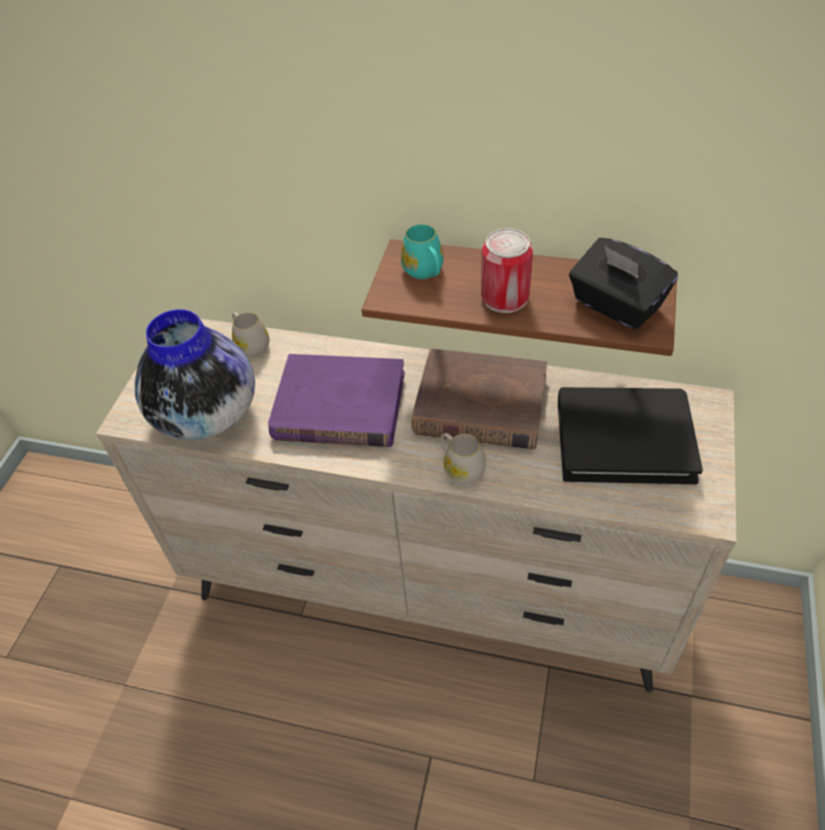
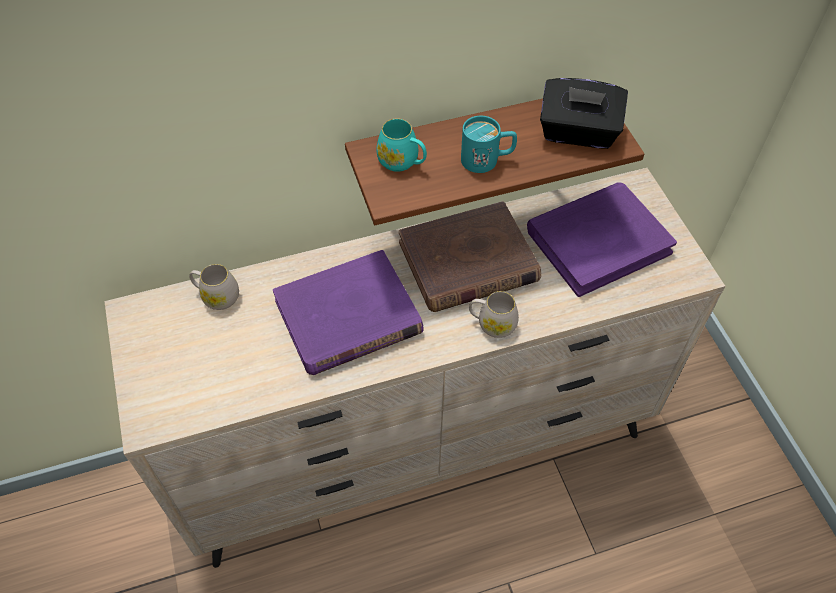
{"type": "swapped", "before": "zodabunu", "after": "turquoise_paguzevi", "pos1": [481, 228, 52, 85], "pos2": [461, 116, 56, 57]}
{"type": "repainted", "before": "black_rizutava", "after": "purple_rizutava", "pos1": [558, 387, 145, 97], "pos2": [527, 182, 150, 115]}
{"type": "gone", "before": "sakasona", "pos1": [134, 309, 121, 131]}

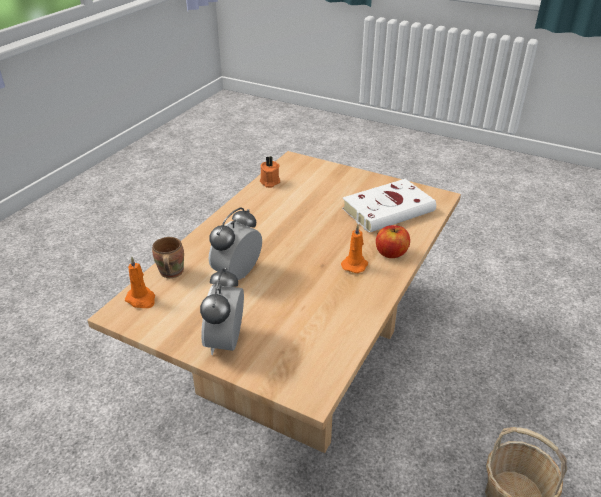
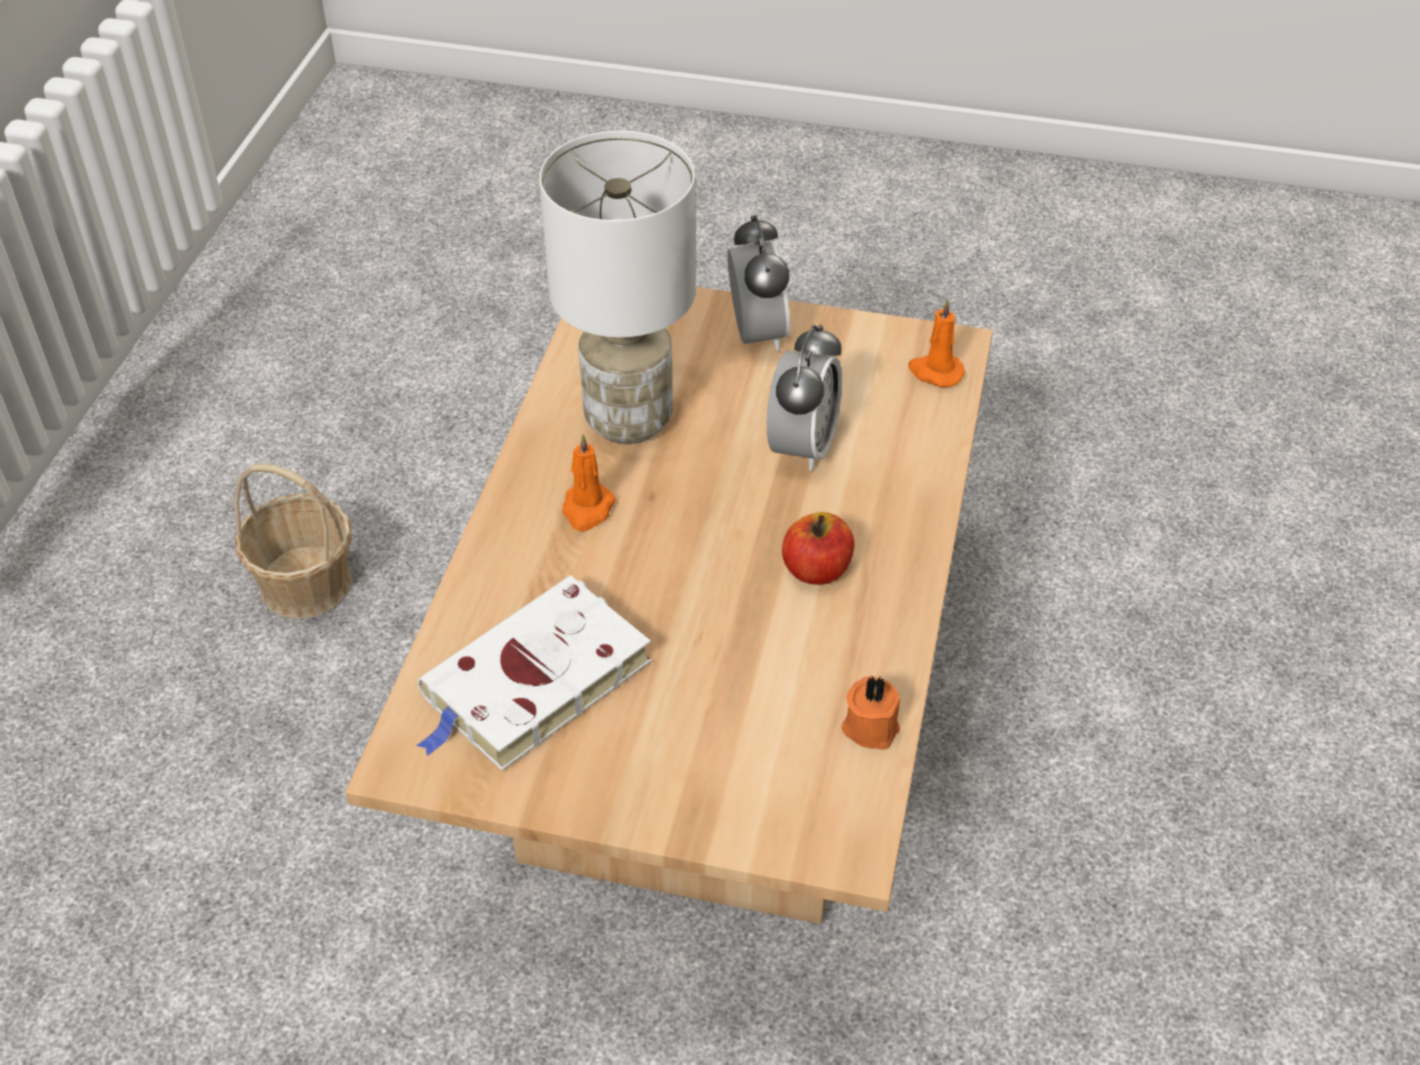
{"type": "new", "after": "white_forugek", "pos2": [539, 131, 157, 313]}
{"type": "shifted", "before": "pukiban", "pos1": [376, 225, 34, 33], "pos2": [782, 512, 72, 73]}
{"type": "gone", "before": "brown_paguzevi", "pos1": [152, 237, 32, 41]}

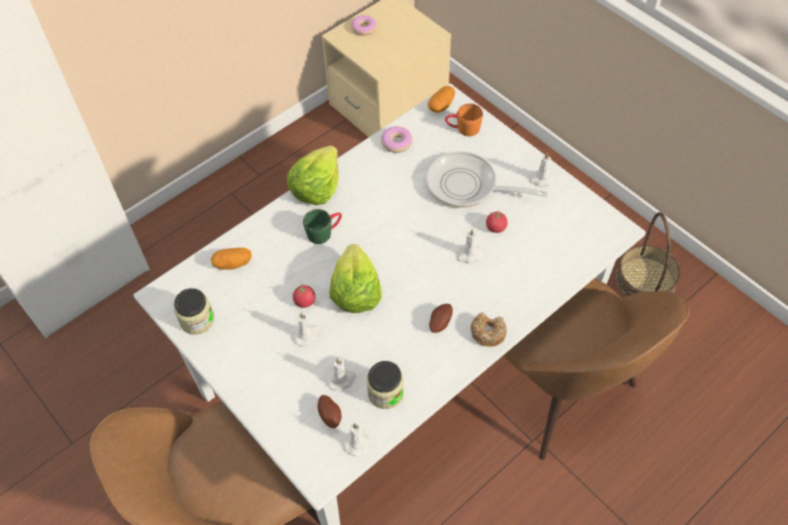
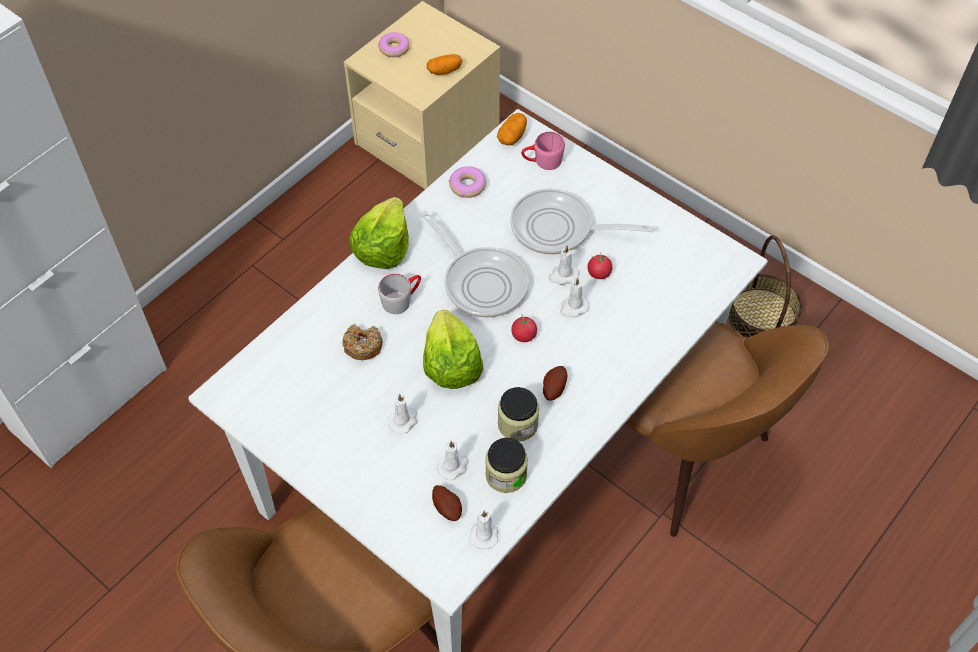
{"type": "shifted", "before": "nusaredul", "pos1": [471, 312, 36, 35], "pos2": [342, 323, 41, 38]}
{"type": "repainted", "before": "green_paguzevi", "after": "grey_paguzevi", "pos1": [303, 209, 39, 35], "pos2": [378, 273, 43, 41]}
{"type": "new", "after": "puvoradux", "pos2": [420, 211, 109, 106]}
{"type": "shifted", "before": "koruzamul", "pos1": [211, 248, 41, 22], "pos2": [427, 54, 36, 21]}
{"type": "shifted", "before": "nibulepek", "pos1": [174, 288, 40, 47], "pos2": [498, 387, 41, 54]}
{"type": "shifted", "before": "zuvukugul", "pos1": [293, 285, 22, 23], "pos2": [511, 315, 26, 27]}
{"type": "repainted", "before": "orange_paguzevi", "after": "pink_paguzevi", "pos1": [445, 103, 38, 33], "pos2": [521, 132, 44, 38]}
{"type": "shifted", "before": "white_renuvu", "pos1": [529, 152, 26, 35], "pos2": [548, 245, 31, 40]}

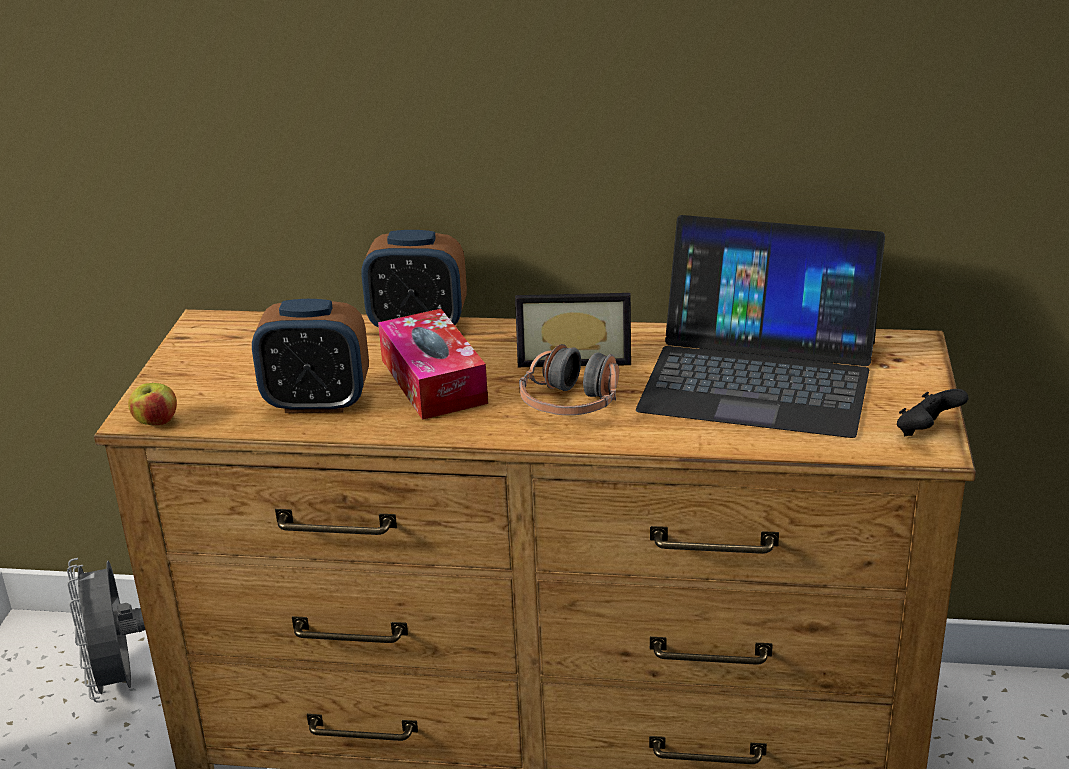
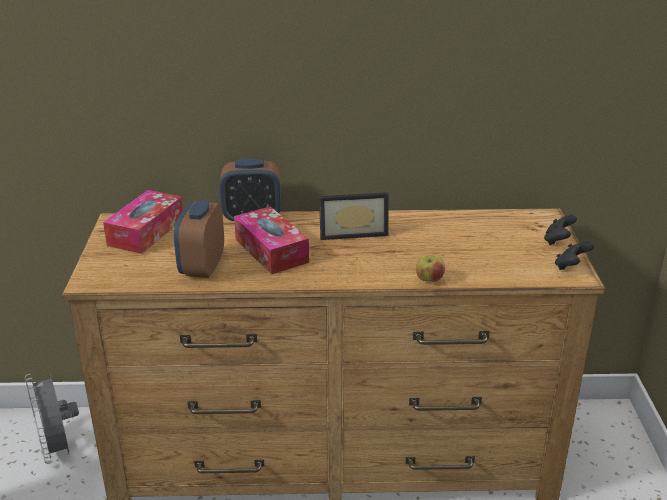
{"type": "new", "after": "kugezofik", "pos2": [103, 190, 80, 64]}
{"type": "rotated", "before": "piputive", "pos1": [252, 299, 117, 114], "pos2": [174, 200, 50, 78], "turn": 105}
{"type": "shifted", "before": "pukiban", "pos1": [128, 383, 49, 42], "pos2": [416, 255, 29, 27]}
{"type": "new", "after": "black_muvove", "pos2": [544, 215, 33, 30]}
{"type": "gone", "before": "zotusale", "pos1": [519, 344, 100, 71]}
{"type": "gone", "before": "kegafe", "pos1": [636, 215, 249, 223]}

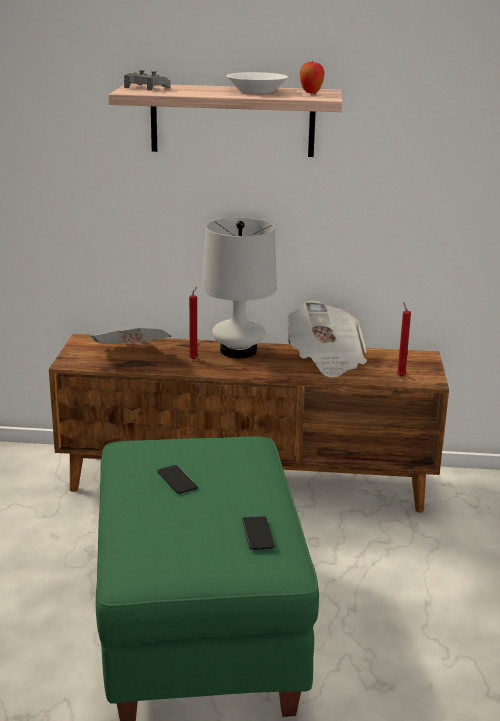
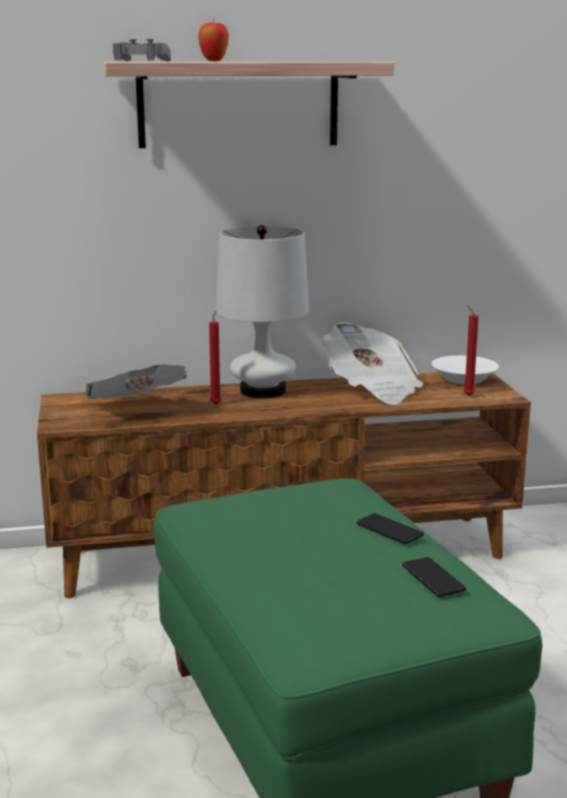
{"type": "shifted", "before": "pukiban", "pos1": [300, 62, 25, 31], "pos2": [198, 19, 31, 42]}
{"type": "shifted", "before": "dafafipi", "pos1": [157, 465, 41, 29], "pos2": [357, 513, 67, 31]}
{"type": "shifted", "before": "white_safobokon", "pos1": [226, 72, 62, 21], "pos2": [432, 355, 67, 29]}

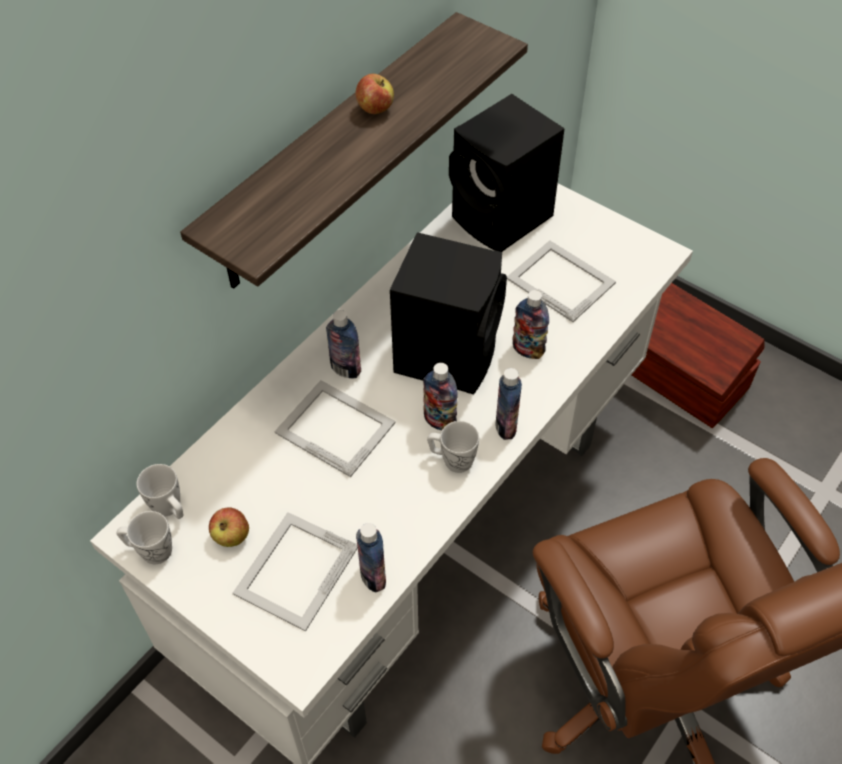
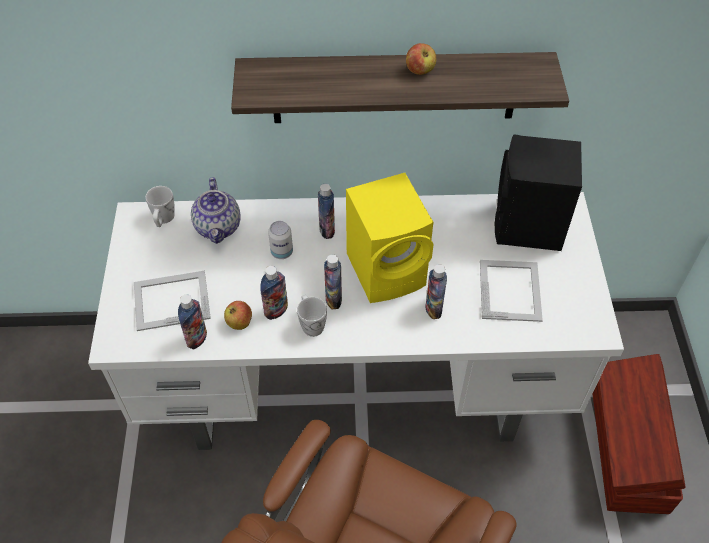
{"type": "new", "after": "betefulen", "pos2": [191, 177, 50, 67]}
{"type": "shifted", "before": "pukiban", "pos1": [209, 507, 40, 40], "pos2": [224, 301, 28, 29]}
{"type": "shifted", "before": "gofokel", "pos1": [495, 368, 27, 72], "pos2": [260, 266, 28, 54]}
{"type": "swapped", "before": "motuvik", "after": "zodabunu", "pos1": [274, 380, 122, 97], "pos2": [268, 221, 25, 38]}
{"type": "repainted", "before": "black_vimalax", "after": "yellow_vimalax", "pos1": [390, 232, 117, 163], "pos2": [346, 173, 88, 130]}
{"type": "gone", "before": "white_paguzevi", "pos1": [117, 511, 55, 53]}

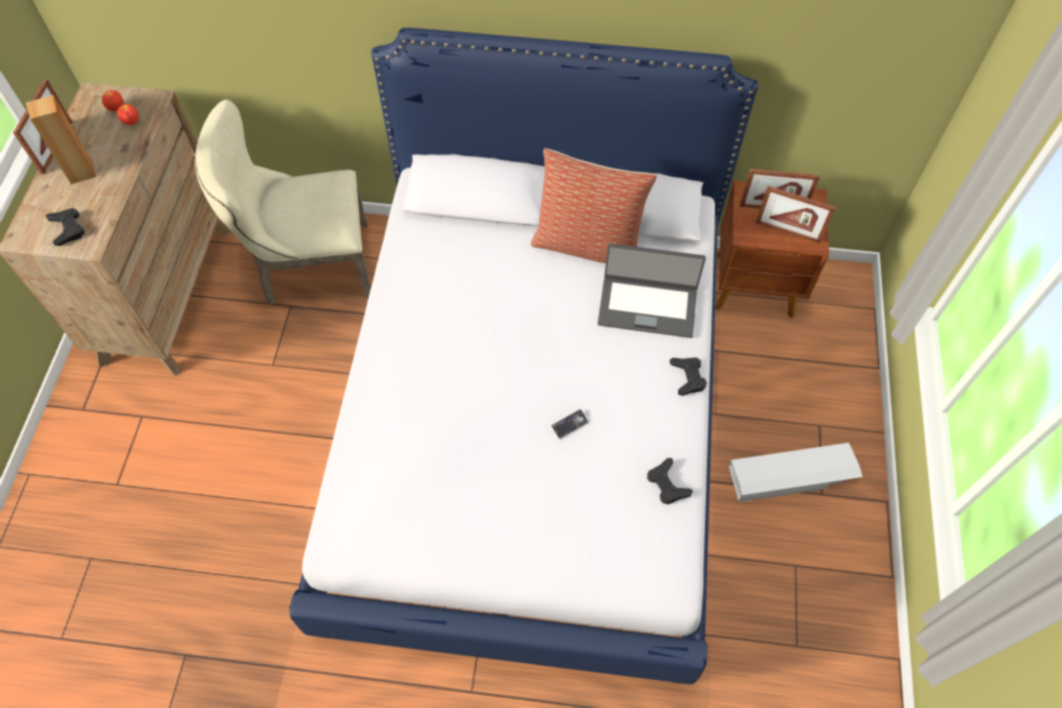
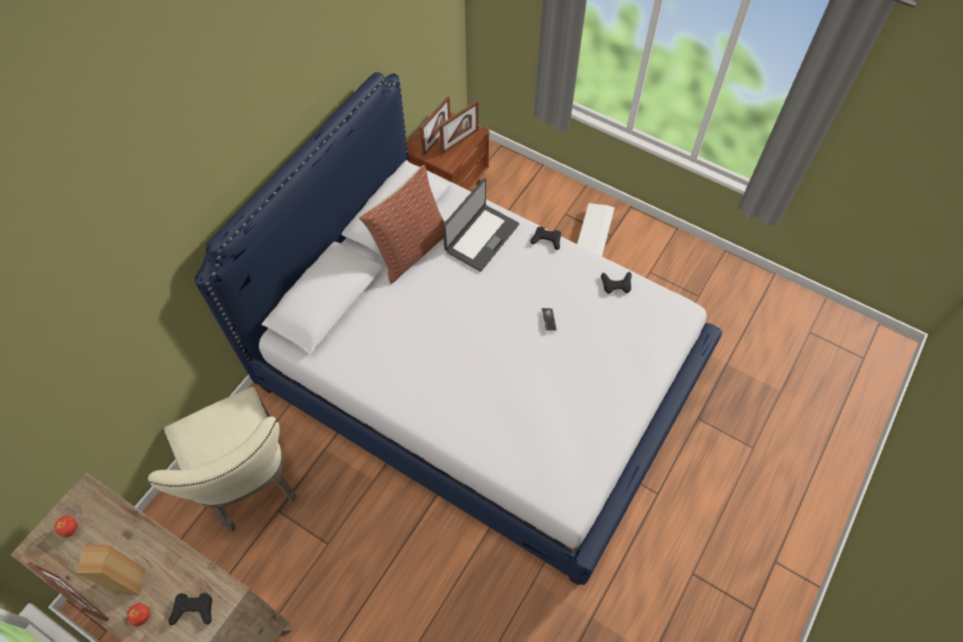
{"type": "shifted", "before": "pukiban", "pos1": [117, 104, 22, 22], "pos2": [127, 603, 23, 23]}
{"type": "rotated", "before": "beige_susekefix", "pos1": [194, 100, 177, 205], "pos2": [148, 387, 149, 145], "turn": -45}

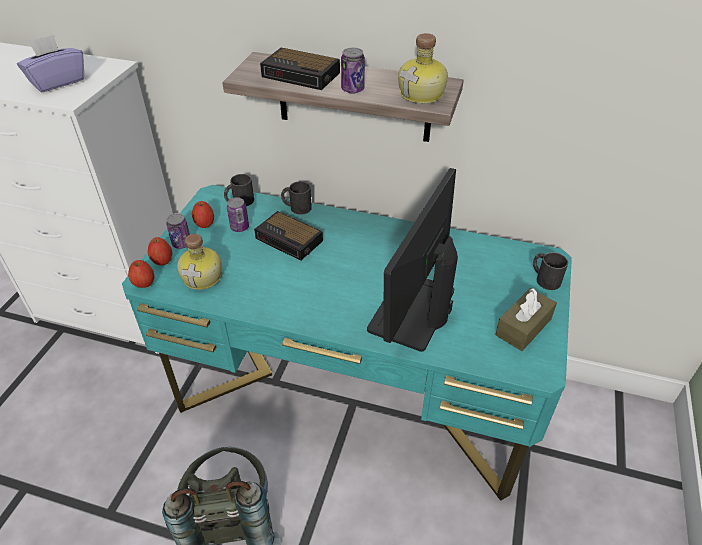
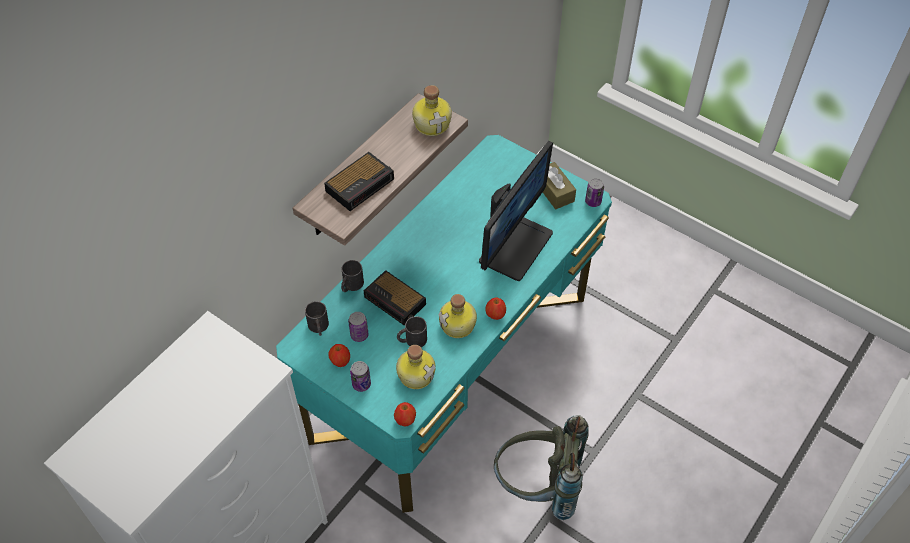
{"type": "rotated", "before": "piputive", "pos1": [254, 211, 69, 50], "pos2": [364, 270, 62, 56], "turn": 75}
{"type": "shifted", "before": "black_paguzevi", "pos1": [533, 252, 35, 38], "pos2": [397, 316, 30, 31]}
{"type": "new", "after": "gofokel", "pos2": [438, 294, 39, 44]}
{"type": "rotated", "before": "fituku", "pos1": [367, 168, 91, 184], "pos2": [479, 141, 74, 140], "turn": -105}
{"type": "shifted", "before": "pukiban", "pos1": [148, 237, 24, 28], "pos2": [486, 297, 20, 23]}
{"type": "shifted", "before": "zodabunu", "pos1": [341, 48, 24, 45], "pos2": [585, 178, 19, 29]}
{"type": "gone", "before": "purple_kugezofik", "pos1": [17, 35, 67, 58]}

